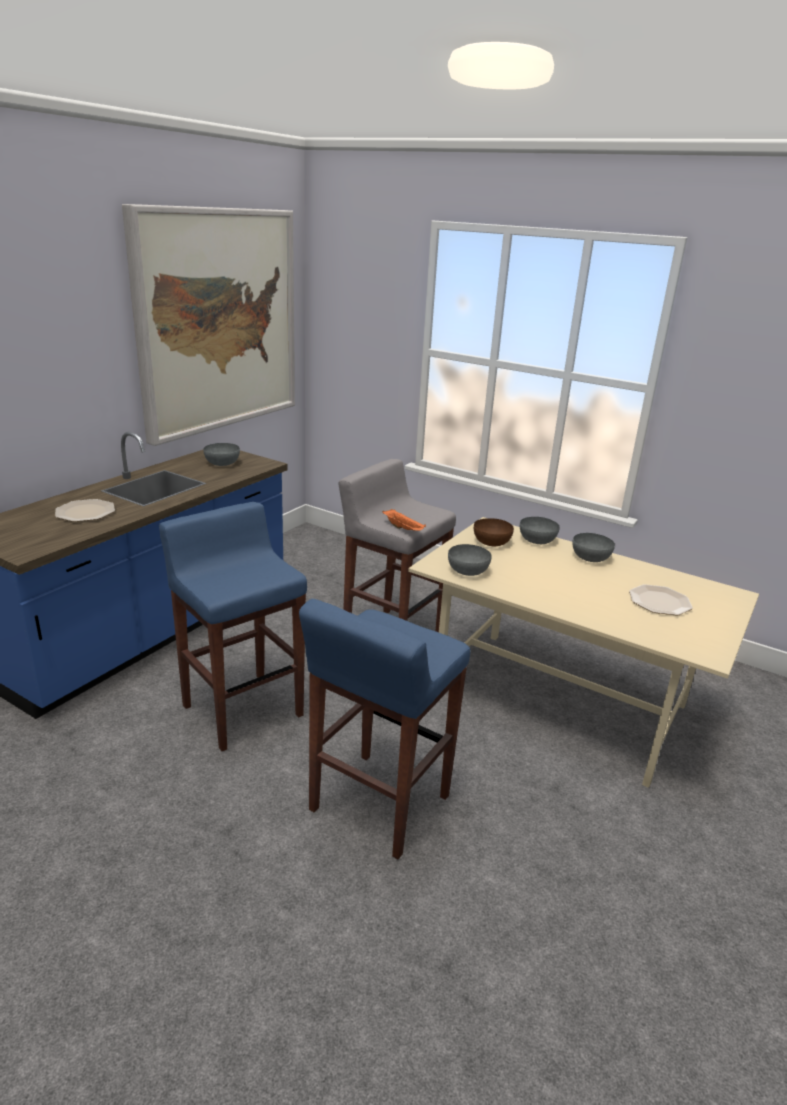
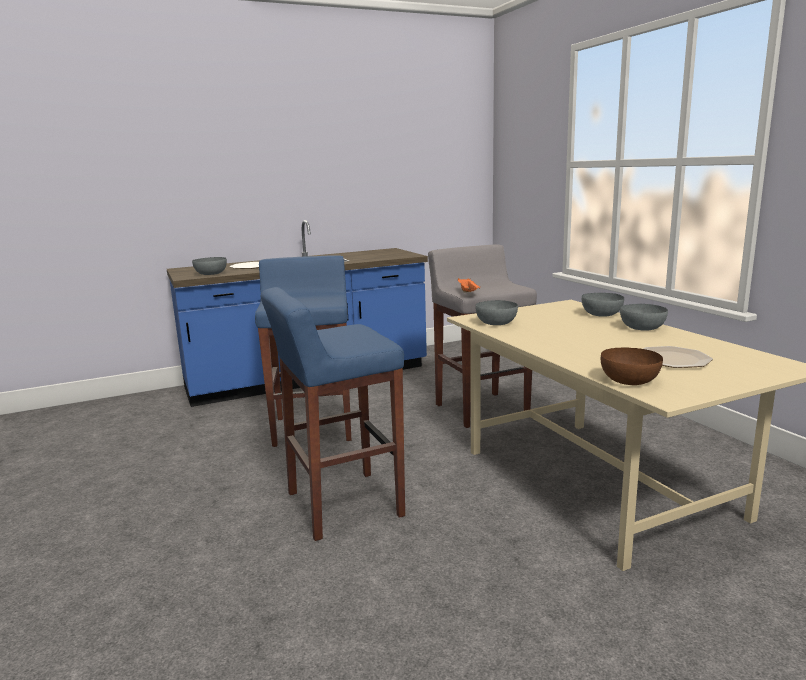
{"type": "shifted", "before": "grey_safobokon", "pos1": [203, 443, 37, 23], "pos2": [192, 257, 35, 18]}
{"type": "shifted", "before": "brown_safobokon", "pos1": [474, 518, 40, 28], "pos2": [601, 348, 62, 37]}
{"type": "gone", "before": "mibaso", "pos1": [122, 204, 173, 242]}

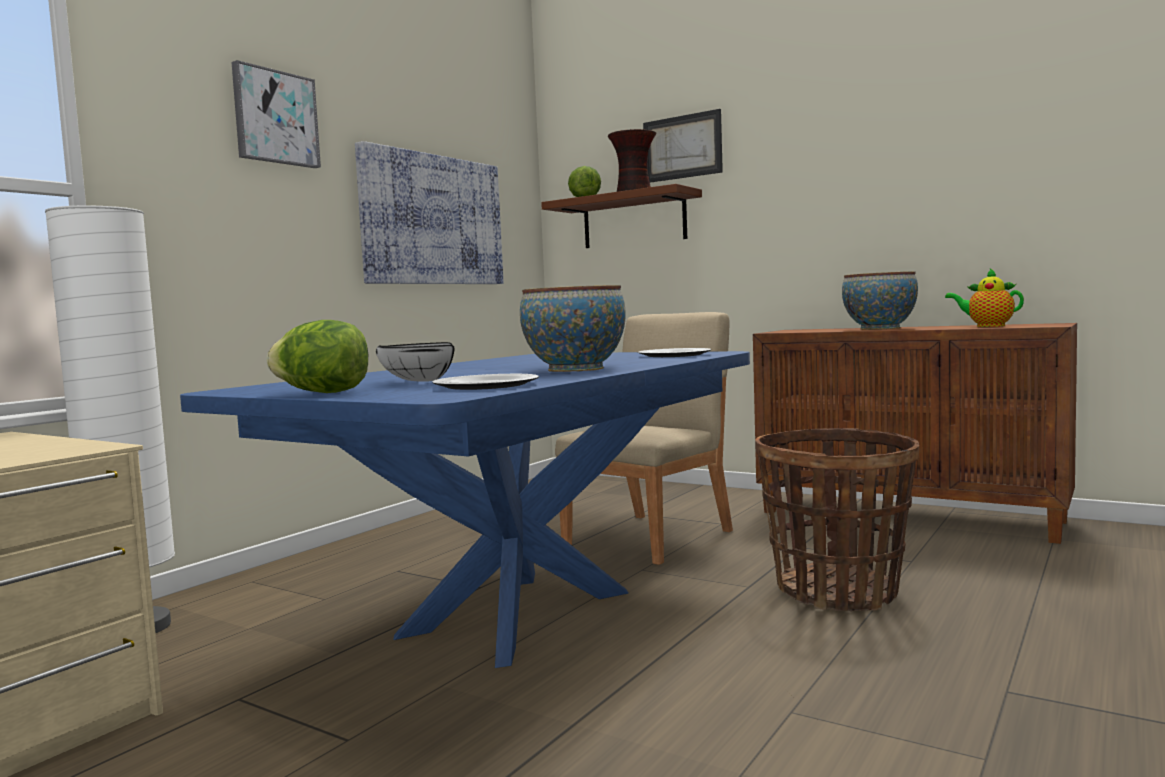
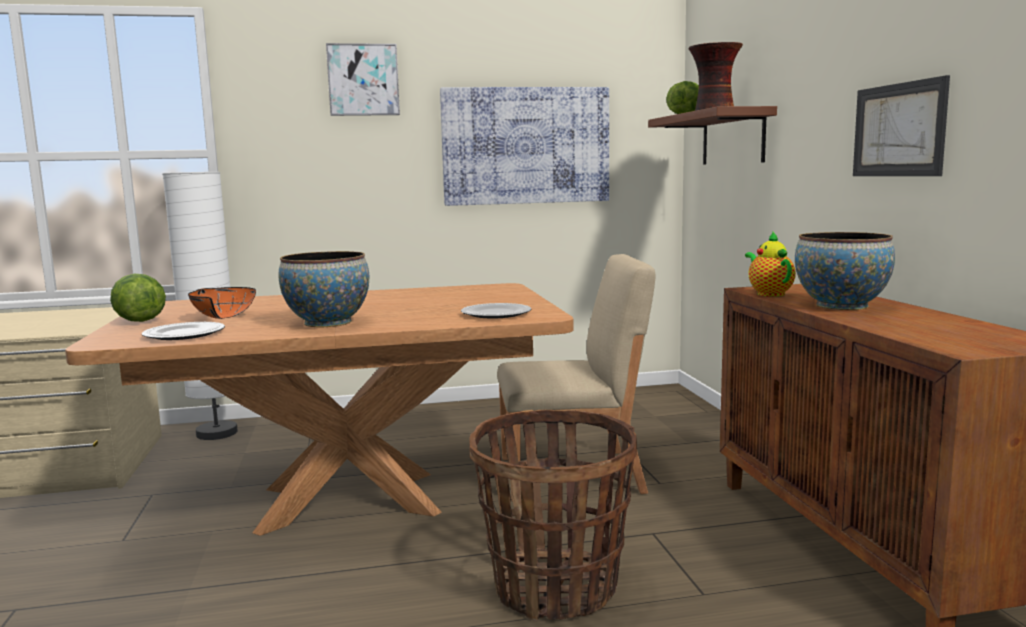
{"type": "repainted", "before": "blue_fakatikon", "after": "brown_fakatikon", "pos1": [180, 351, 570, 317], "pos2": [65, 283, 509, 253]}
{"type": "repainted", "before": "white_safobokon", "after": "orange_safobokon", "pos1": [376, 342, 79, 40], "pos2": [188, 287, 68, 32]}
{"type": "shifted", "before": "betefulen", "pos1": [945, 268, 79, 59], "pos2": [745, 232, 51, 65]}
{"type": "shifted", "before": "mibaso", "pos1": [643, 109, 80, 74], "pos2": [853, 75, 97, 101]}

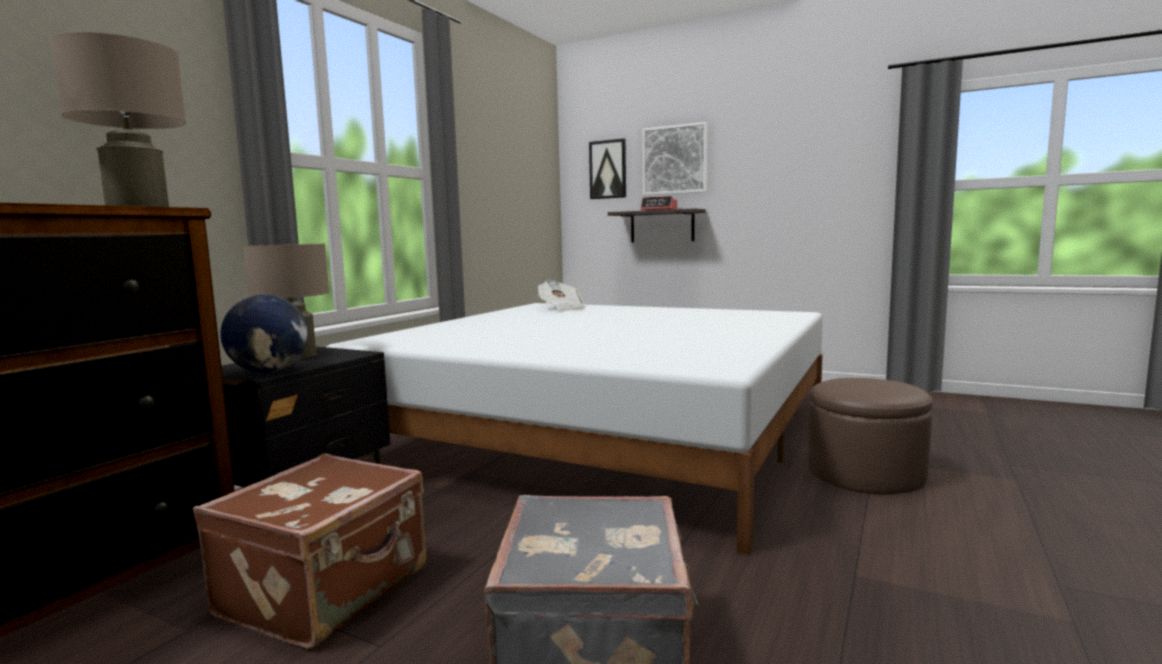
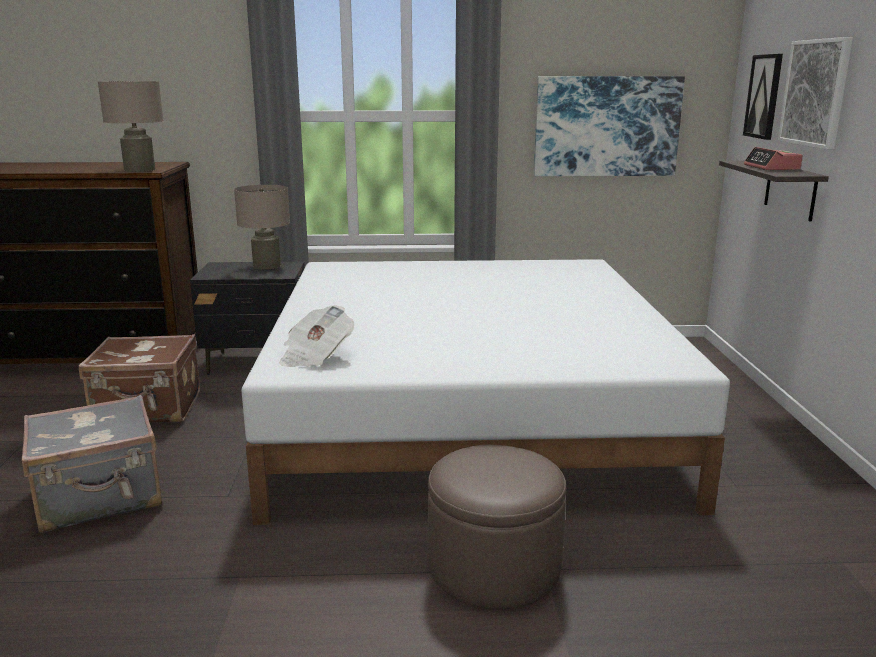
{"type": "shifted", "before": "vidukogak", "pos1": [538, 280, 46, 31], "pos2": [279, 305, 75, 62]}
{"type": "new", "after": "mibaso", "pos2": [534, 76, 151, 100]}
{"type": "gone", "before": "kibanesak", "pos1": [220, 295, 88, 78]}

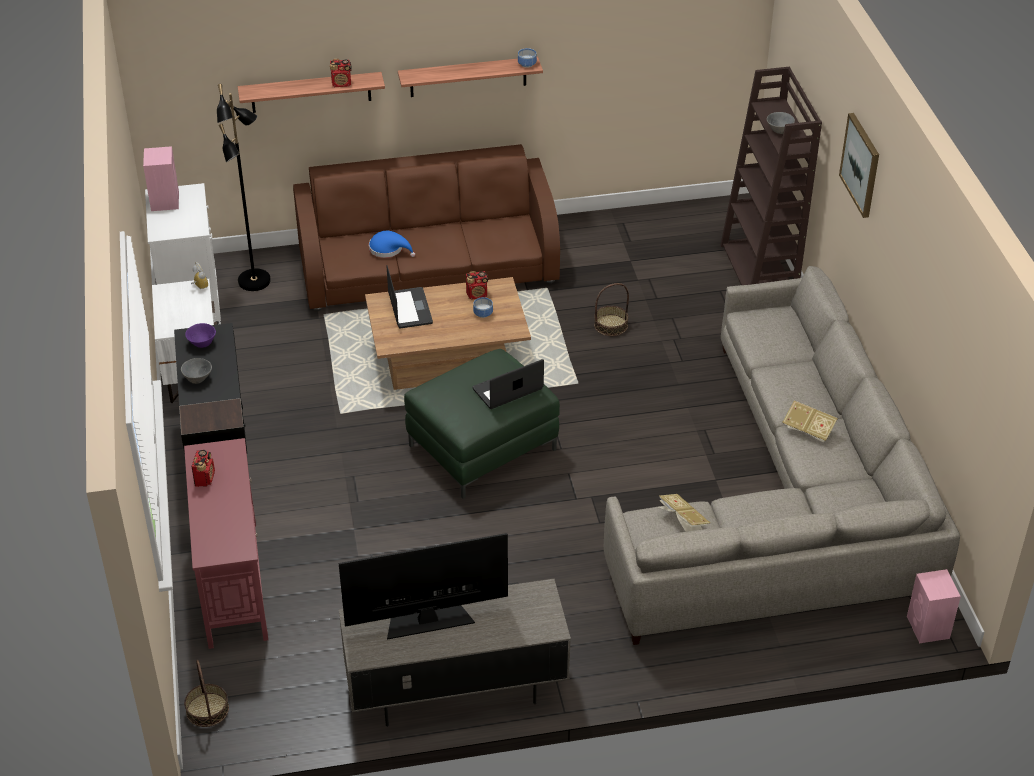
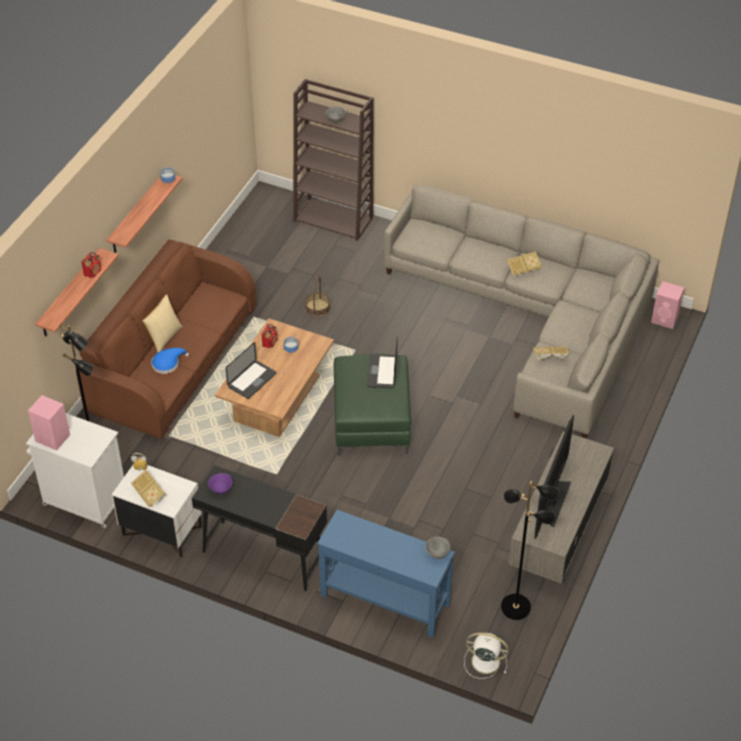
{"type": "new", "after": "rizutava", "pos2": [131, 469, 35, 38]}
{"type": "new", "after": "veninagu", "pos2": [142, 294, 41, 58]}
{"type": "rotated", "before": "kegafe", "pos1": [387, 265, 46, 63], "pos2": [226, 342, 51, 57], "turn": 105}
{"type": "repainted", "before": "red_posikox", "after": "blue_posikox", "pos1": [184, 438, 84, 211], "pos2": [317, 510, 138, 128]}
{"type": "shifted", "before": "grey_safobokon", "pos1": [181, 358, 31, 26], "pos2": [425, 537, 25, 22]}
{"type": "swapped", "before": "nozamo", "after": "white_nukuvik", "pos1": [184, 660, 45, 67], "pos2": [464, 633, 45, 46]}
{"type": "new", "after": "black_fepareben", "pos2": [501, 481, 58, 139]}
{"type": "gone", "before": "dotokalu", "pos1": [191, 450, 24, 37]}
{"type": "gone", "before": "mibaso", "pos1": [839, 113, 40, 105]}

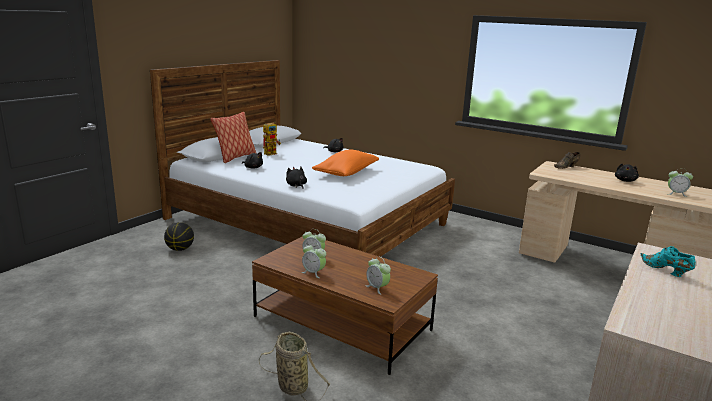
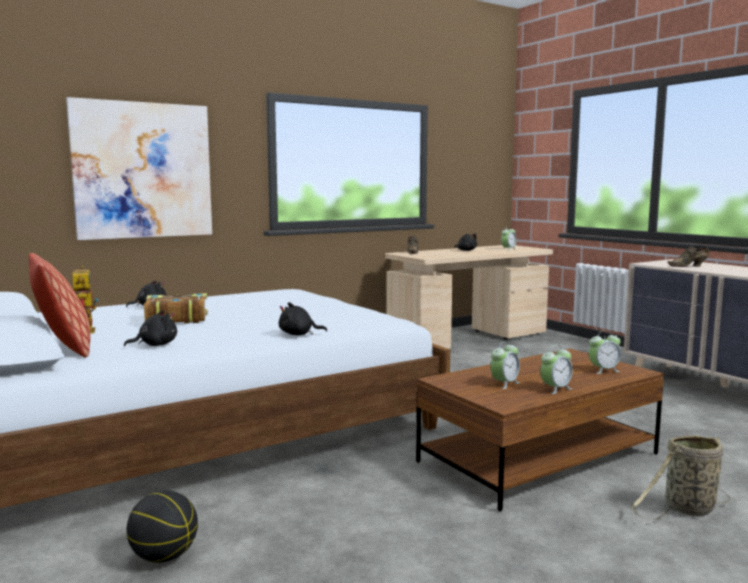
{"type": "new", "after": "mibaso", "pos2": [66, 97, 146, 143]}
{"type": "new", "after": "rizutava", "pos2": [144, 293, 64, 31]}
{"type": "repainted", "before": "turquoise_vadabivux", "after": "brown_vadabivux", "pos1": [640, 246, 56, 31], "pos2": [667, 246, 42, 21]}
{"type": "gone", "before": "orange_veninagu", "pos1": [312, 150, 67, 26]}

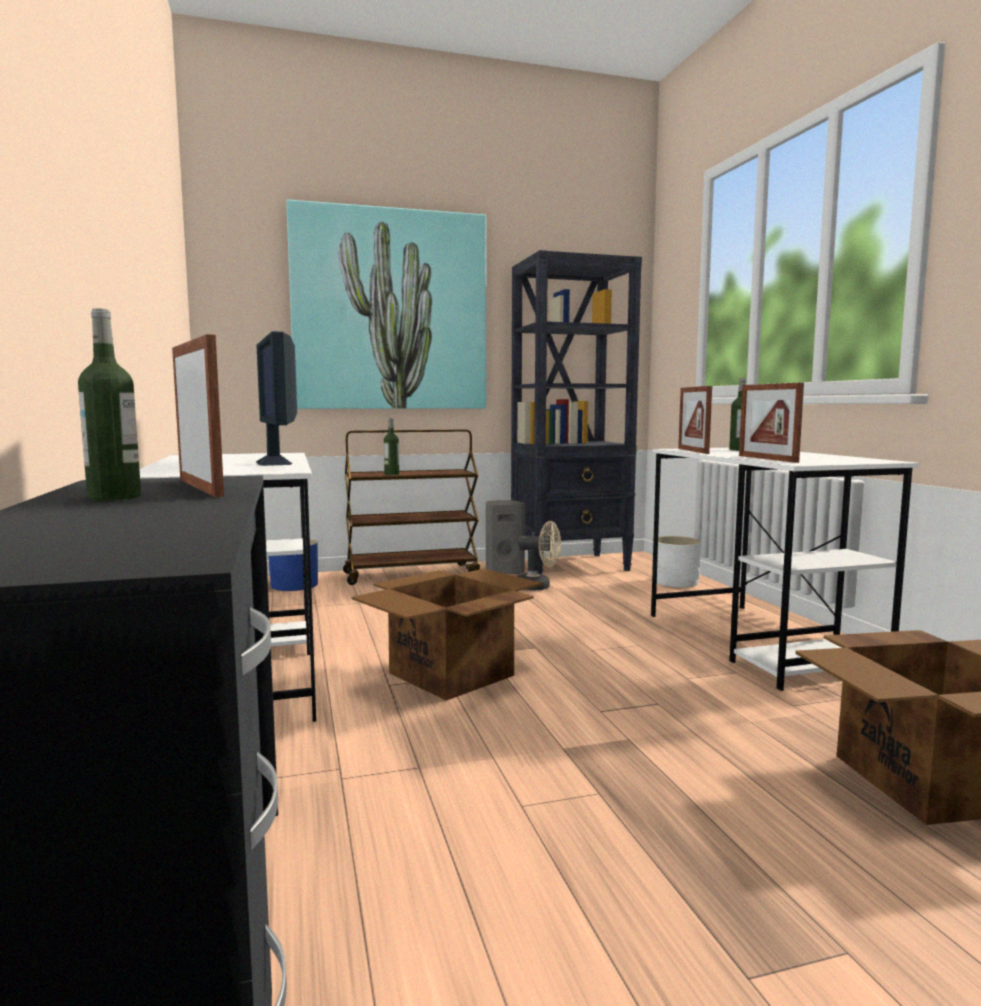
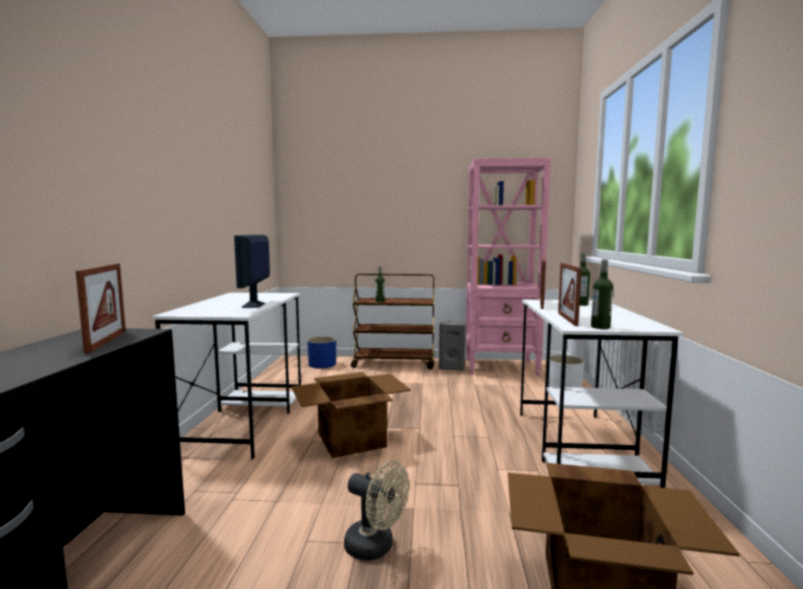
{"type": "shifted", "before": "beige_nukuvik", "pos1": [518, 521, 43, 69], "pos2": [344, 461, 65, 100]}
{"type": "repainted", "before": "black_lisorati", "after": "pink_lisorati", "pos1": [511, 250, 131, 324], "pos2": [466, 158, 85, 218]}
{"type": "shifted", "before": "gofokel", "pos1": [78, 308, 63, 192], "pos2": [591, 259, 22, 70]}
{"type": "gone", "before": "mibaso", "pos1": [286, 200, 200, 209]}

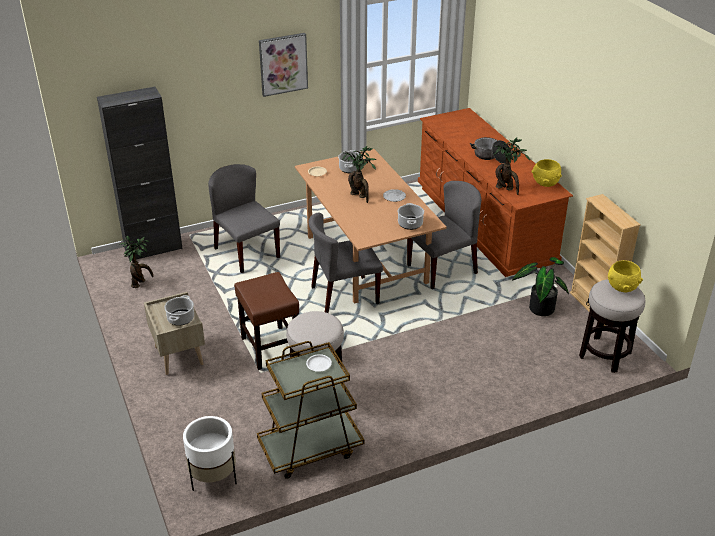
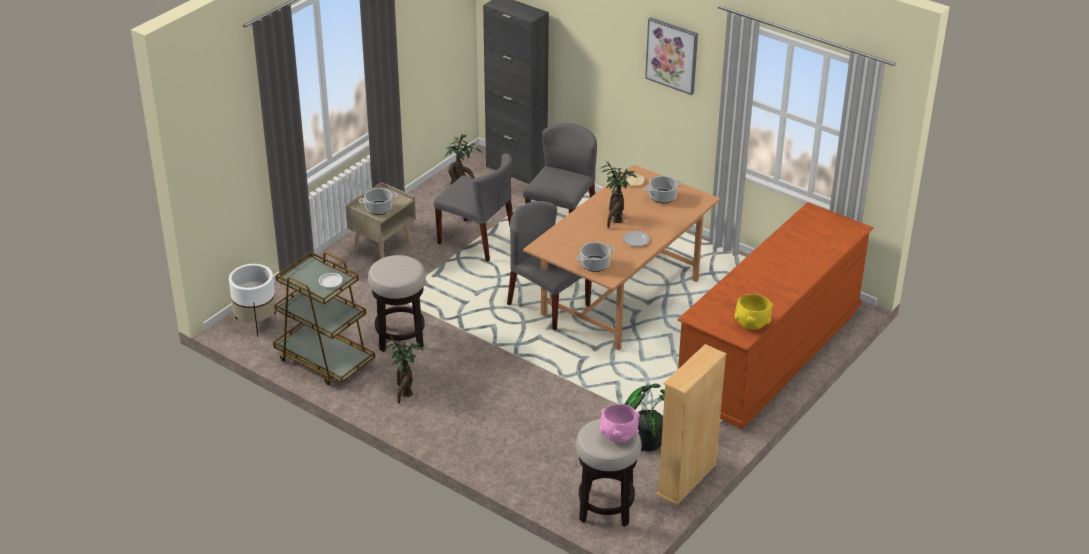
{"type": "shifted", "before": "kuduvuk", "pos1": [494, 137, 36, 58], "pos2": [385, 336, 38, 68]}
{"type": "shifted", "before": "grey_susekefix", "pos1": [407, 181, 74, 108], "pos2": [434, 153, 79, 108]}
{"type": "repainted", "before": "yellow_safobokon", "after": "pink_safobokon", "pos1": [608, 260, 35, 32], "pos2": [599, 404, 41, 39]}
{"type": "gone", "before": "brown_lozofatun", "pos1": [234, 272, 65, 98]}
{"type": "gone", "before": "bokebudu", "pos1": [470, 137, 42, 27]}

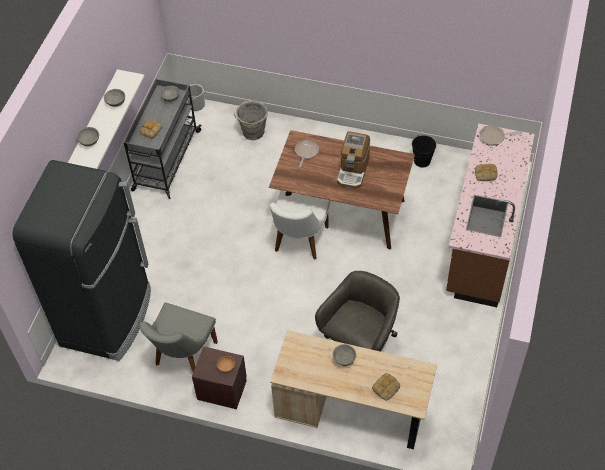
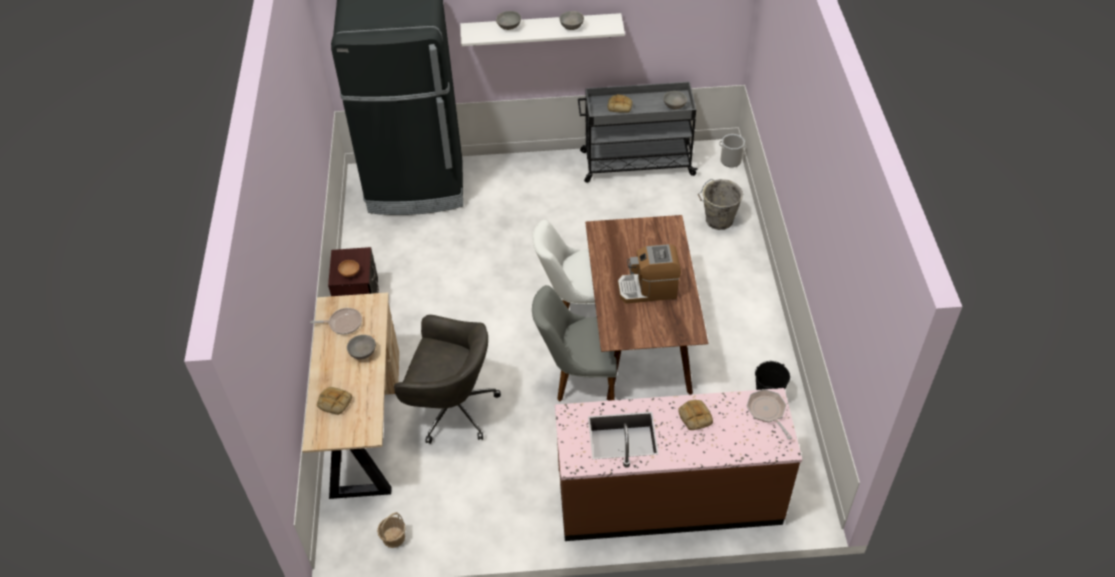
{"type": "shifted", "before": "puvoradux", "pos1": [295, 140, 24, 28], "pos2": [310, 308, 52, 27]}
{"type": "new", "after": "nozamo", "pos2": [377, 512, 29, 36]}
{"type": "shifted", "before": "grey_susekefix", "pos1": [139, 302, 79, 70], "pos2": [532, 285, 85, 116]}

